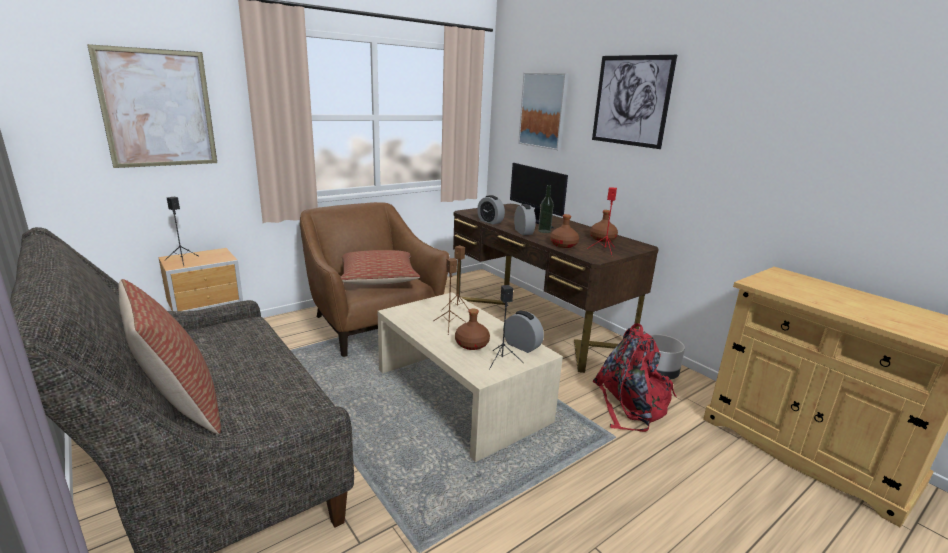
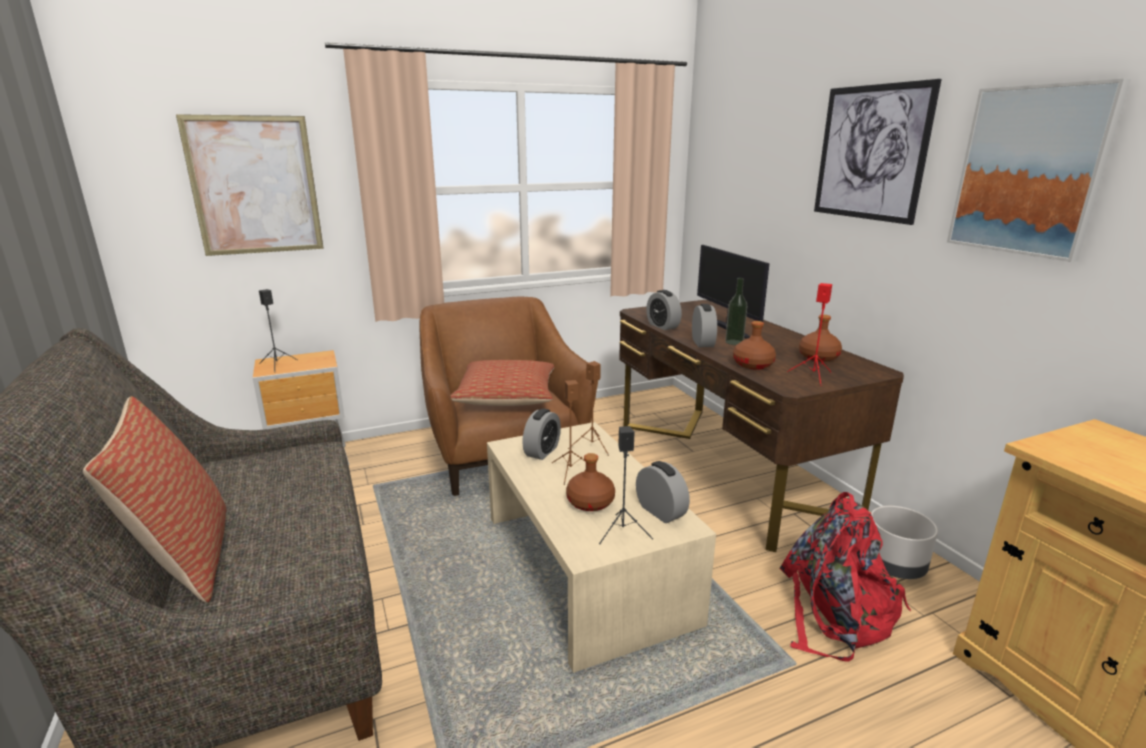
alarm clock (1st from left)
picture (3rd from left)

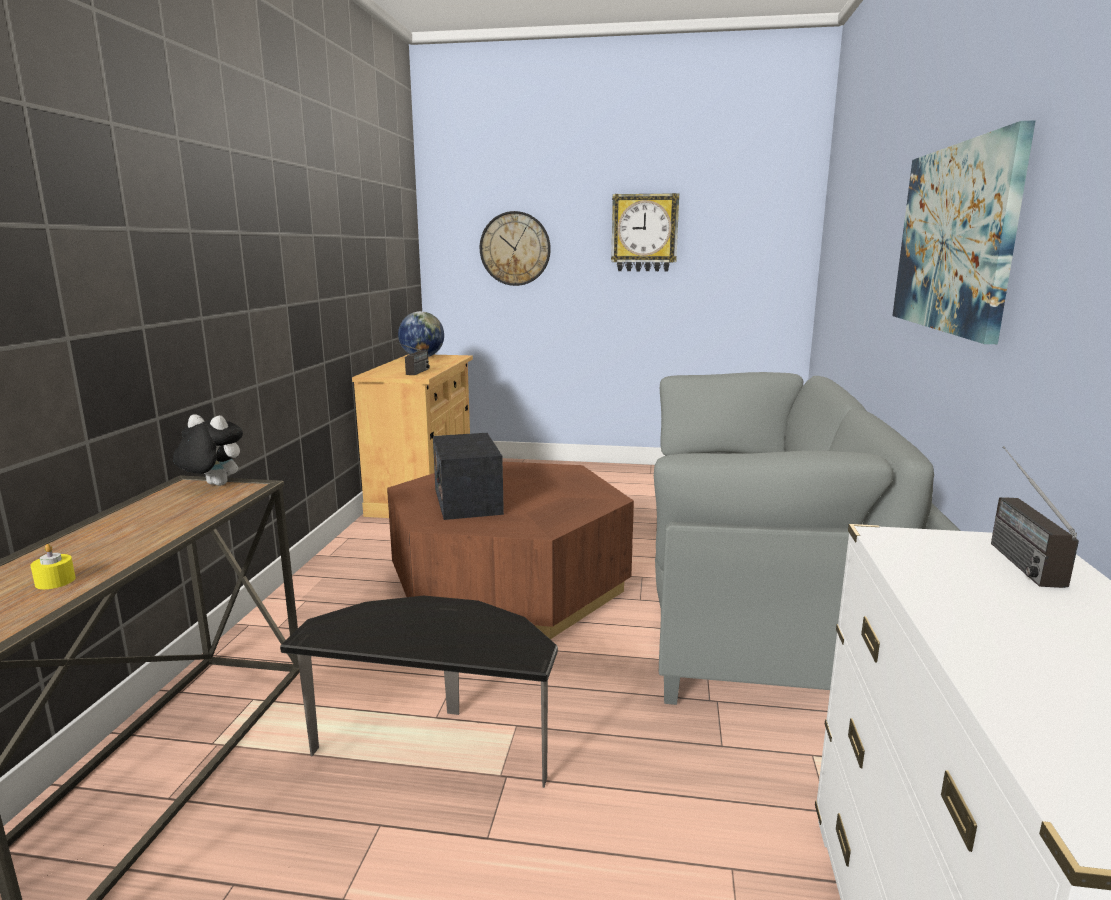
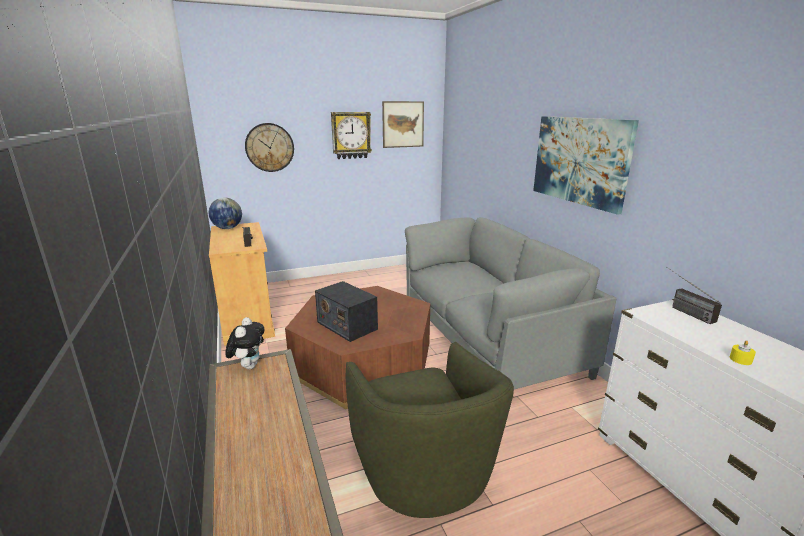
picture (1st from left)
candle (yellow)
armchair (green)
plush toy

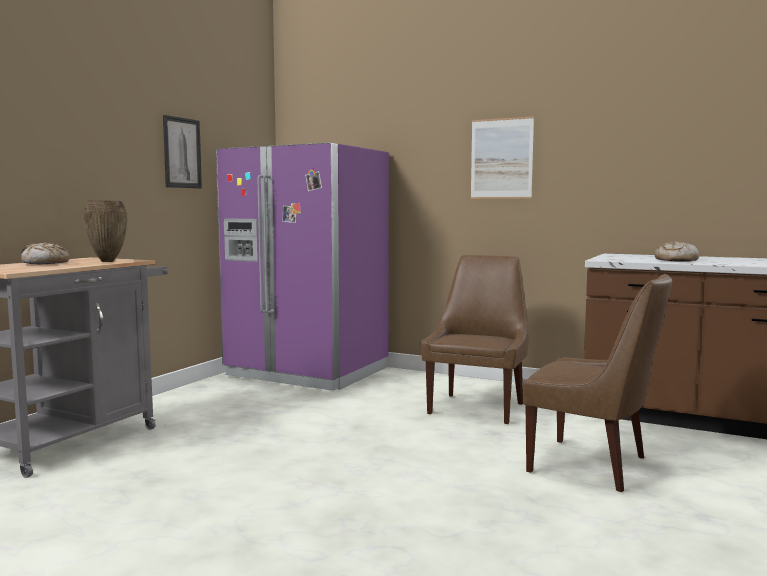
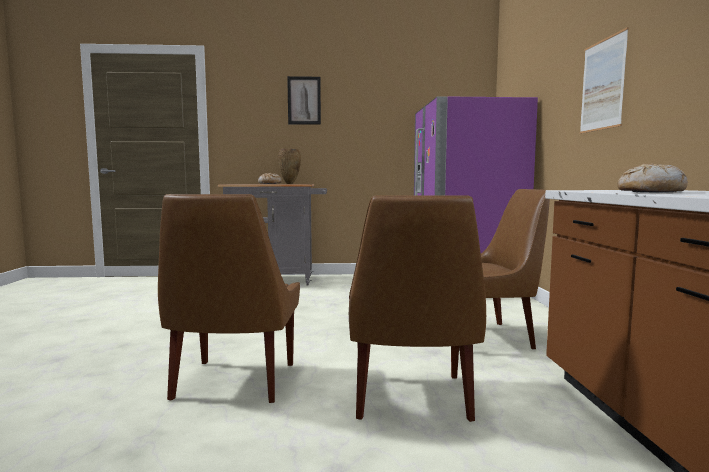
chair (brown) (1st from left)
picture (1st from left)

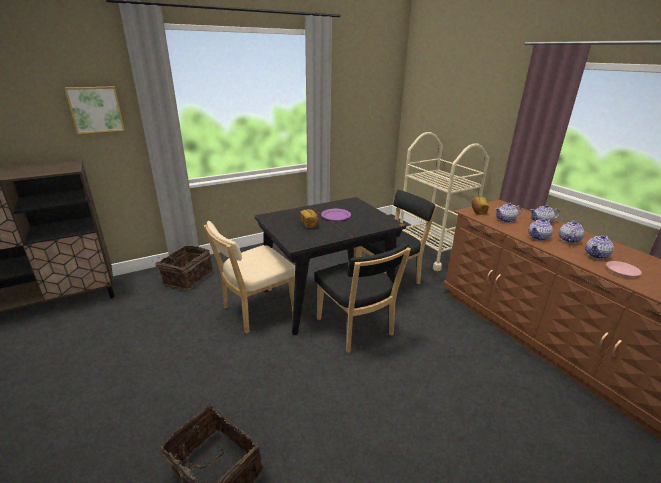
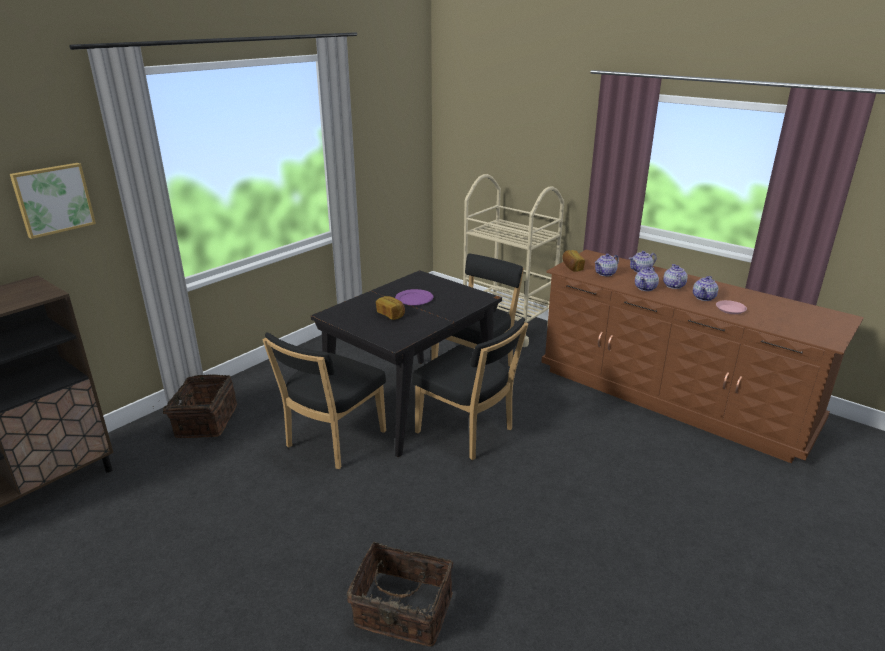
chair (black) (1st from left)

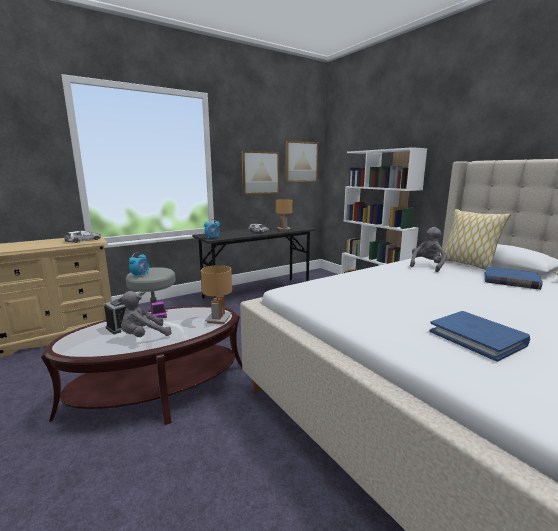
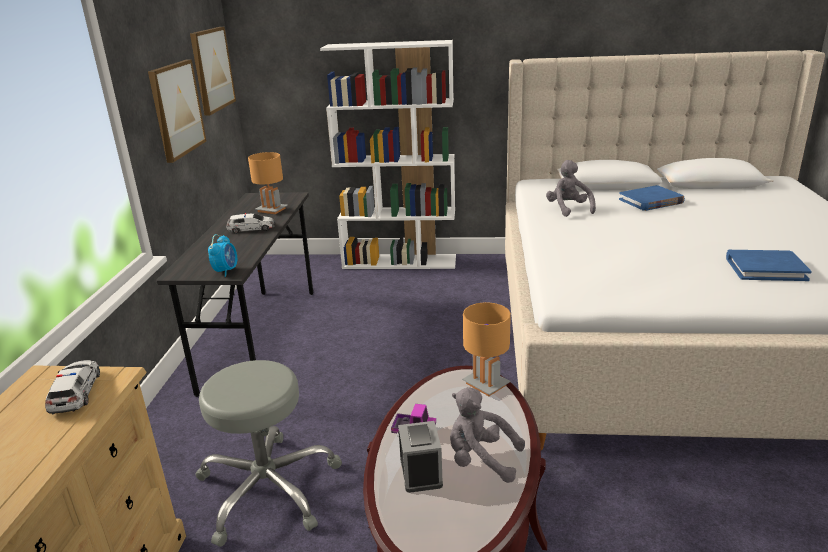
alarm clock (2nd from left in the first image)
pillow
plush toy (grey) (1st from left)

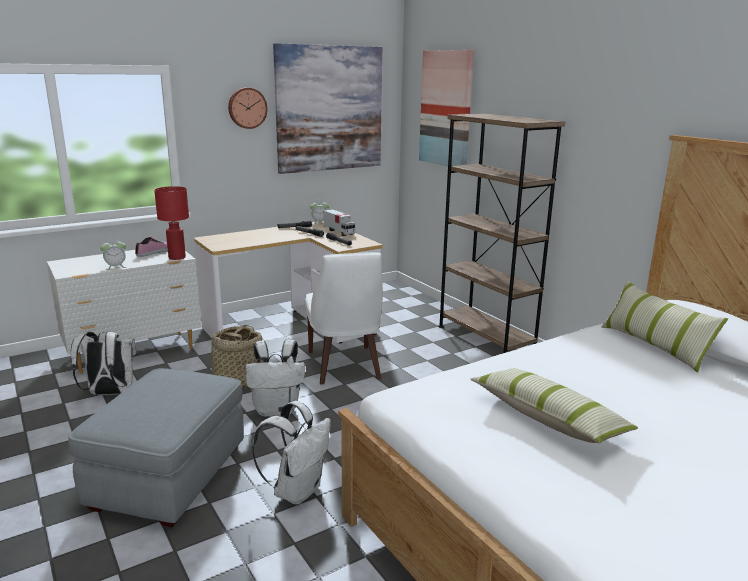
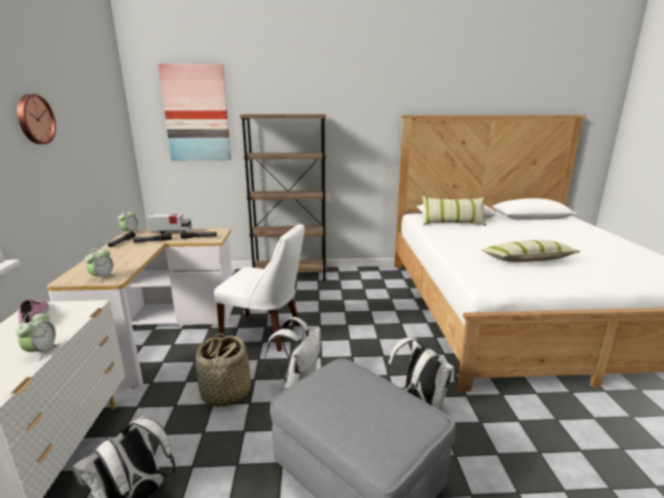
table lamp (red)
picture (1st from left in the first image)
alarm clock (2nd from left)

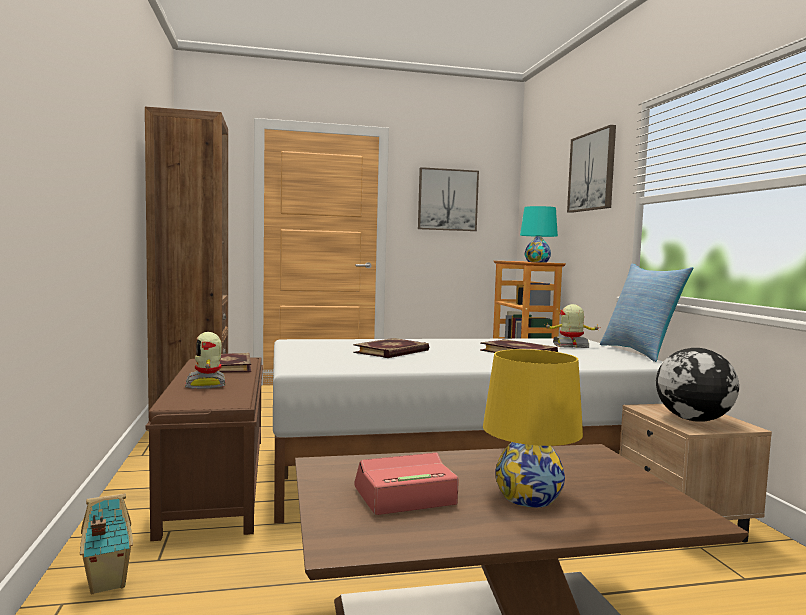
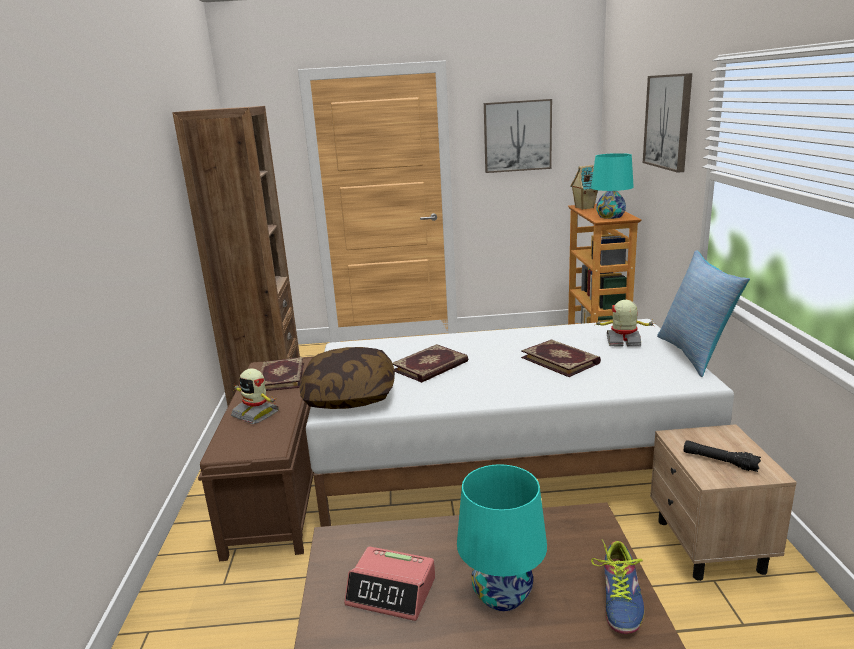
pillow (1st from left)
shoe
toy house
flashlight (black)
table lamp (turquoise) (1st from left)
toy robot (1st from left)
alarm clock

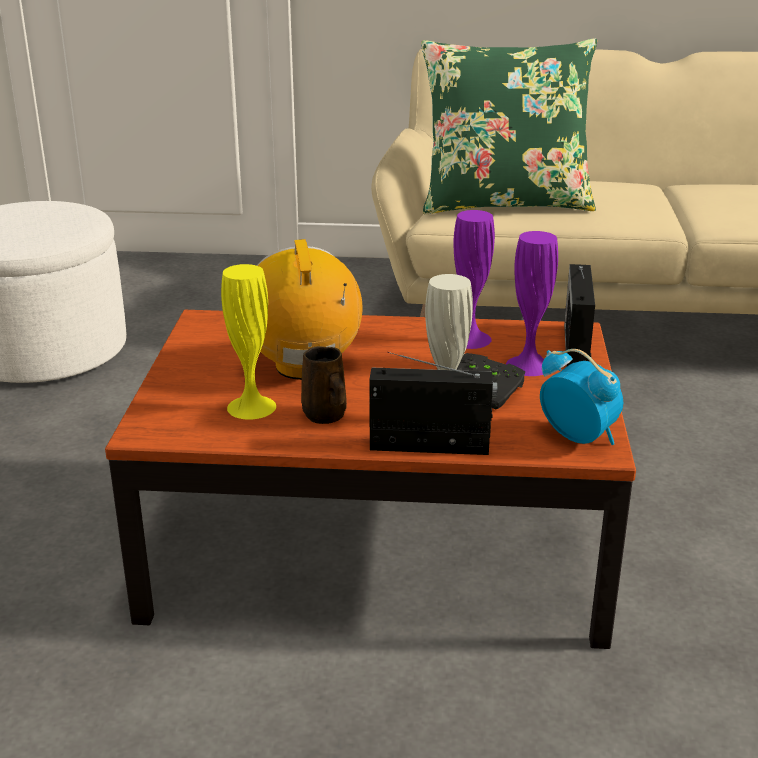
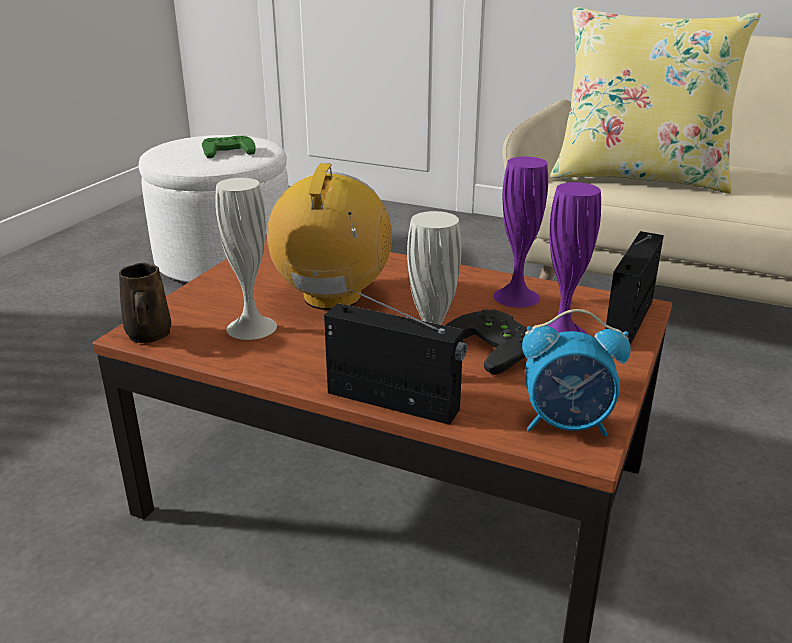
game controller (green)
mug (brown)
vase (white) (1st from left)
pillow (yellow)
alarm clock

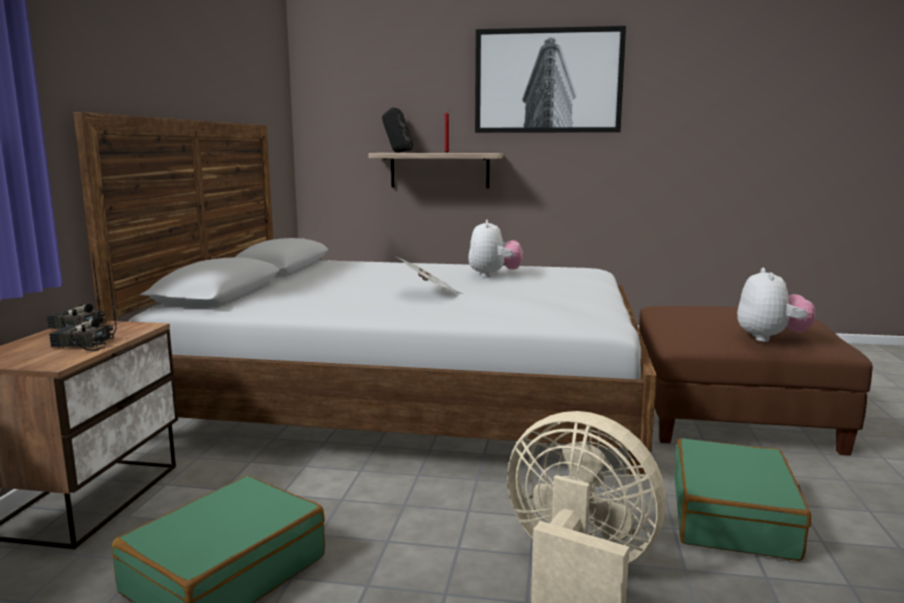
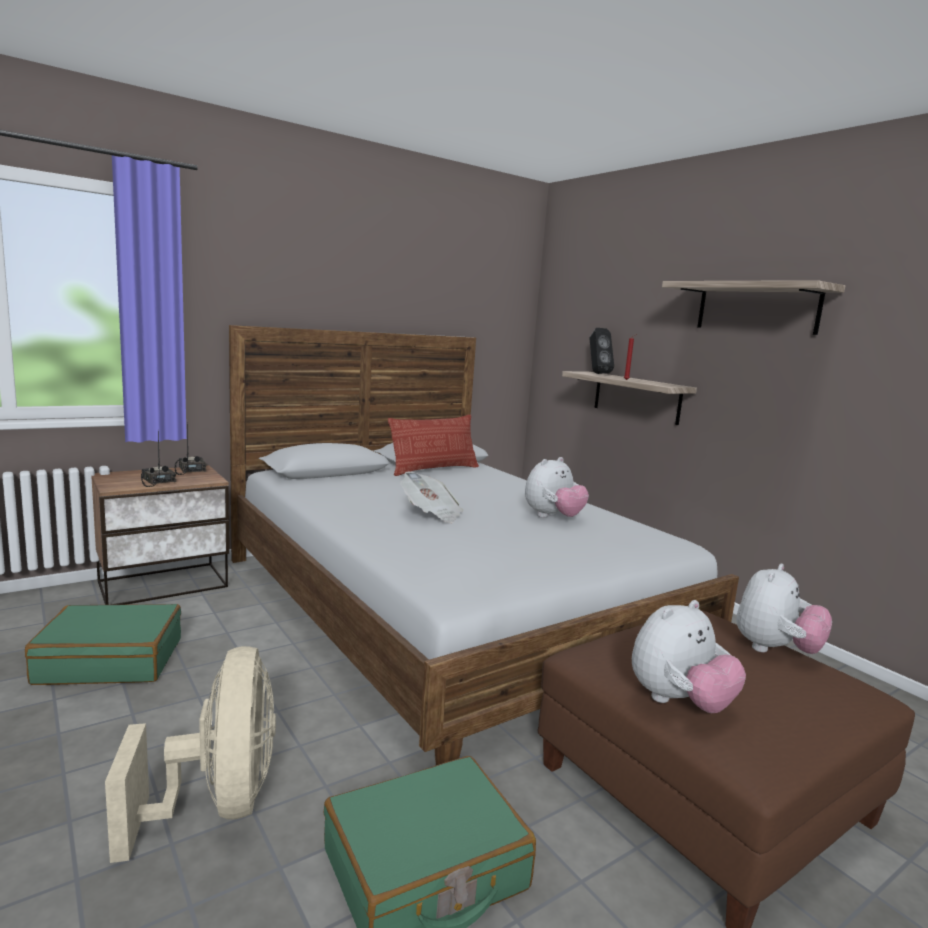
pillow
plush toy (3rd from left)
shelf (2nd from left)

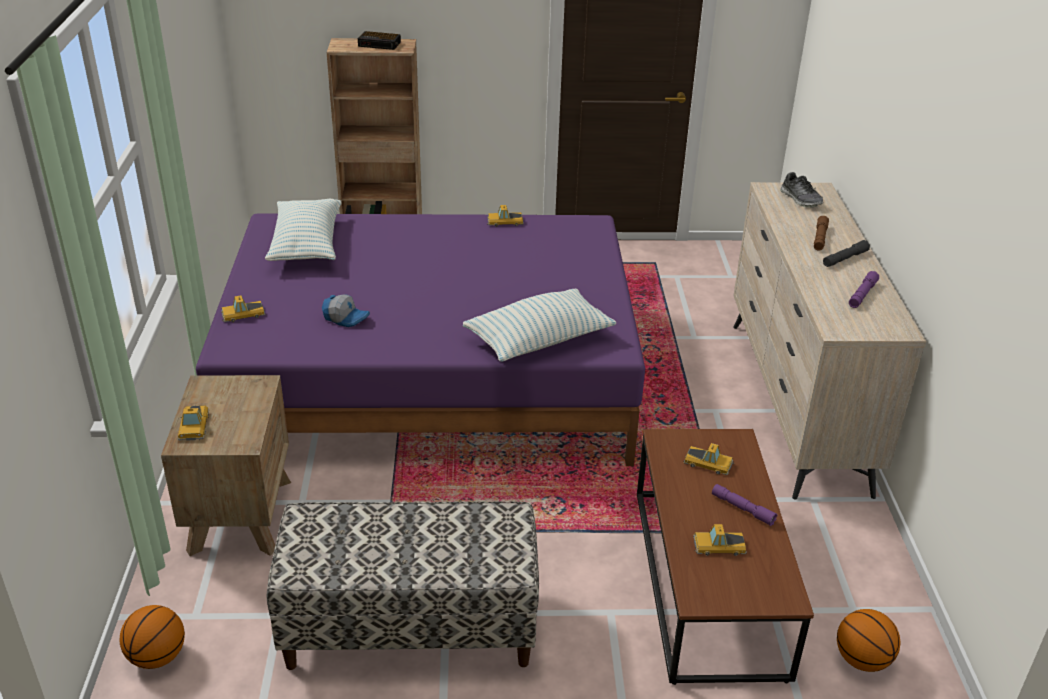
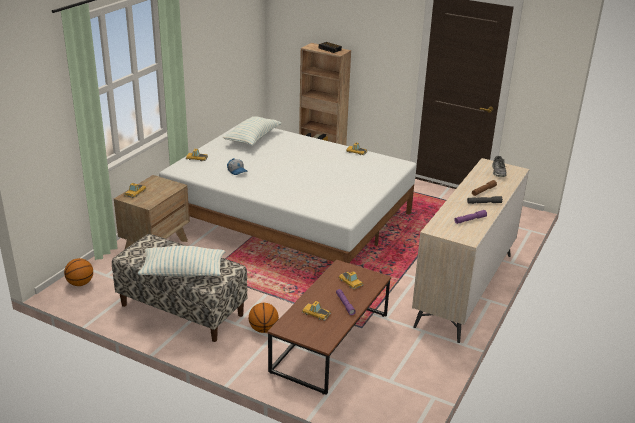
pillow (1st from left)
basketball (2nd from left)
bed (white)

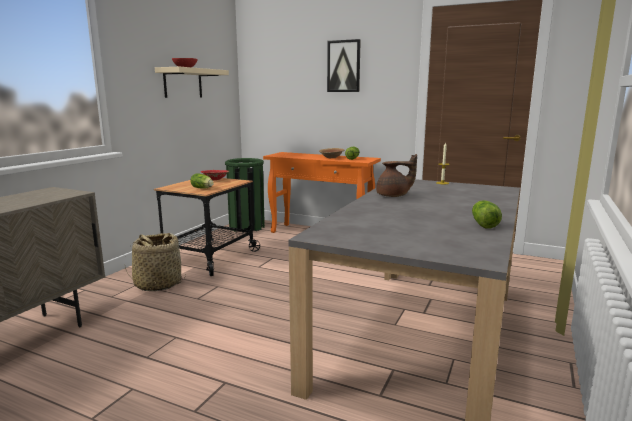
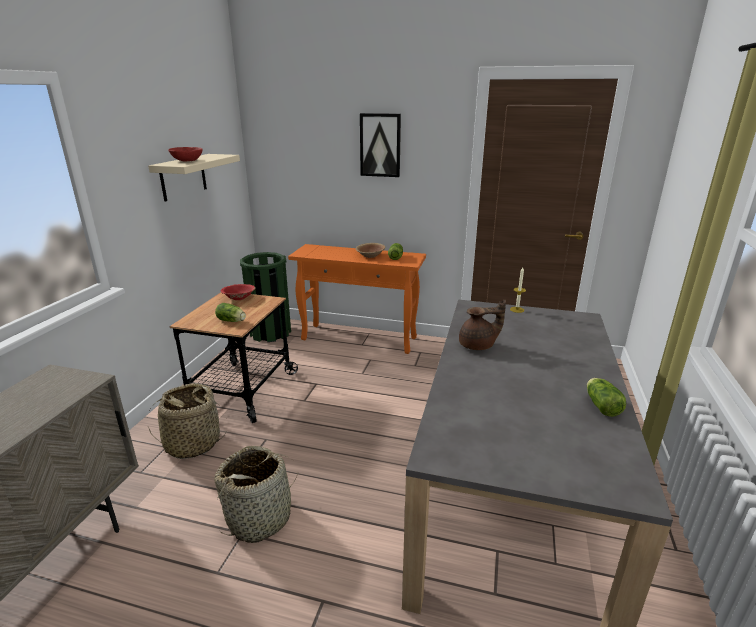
basket (2nd from left)

